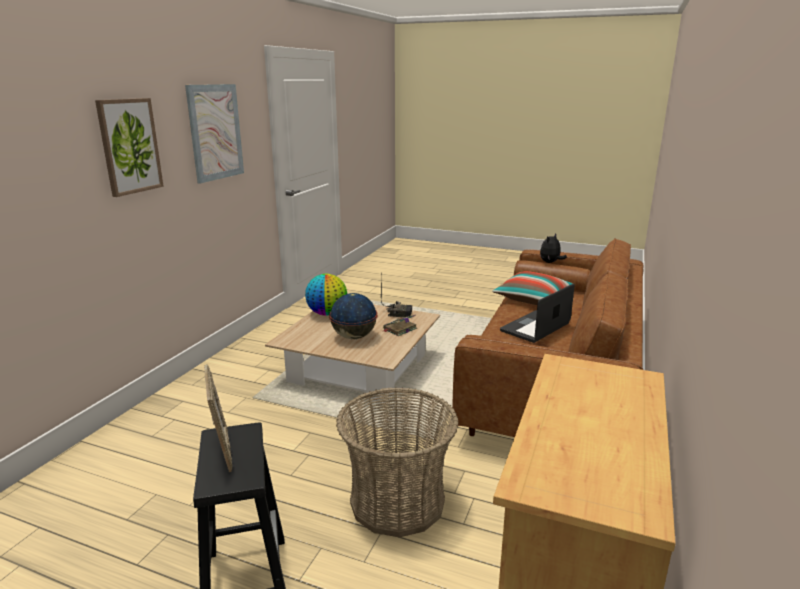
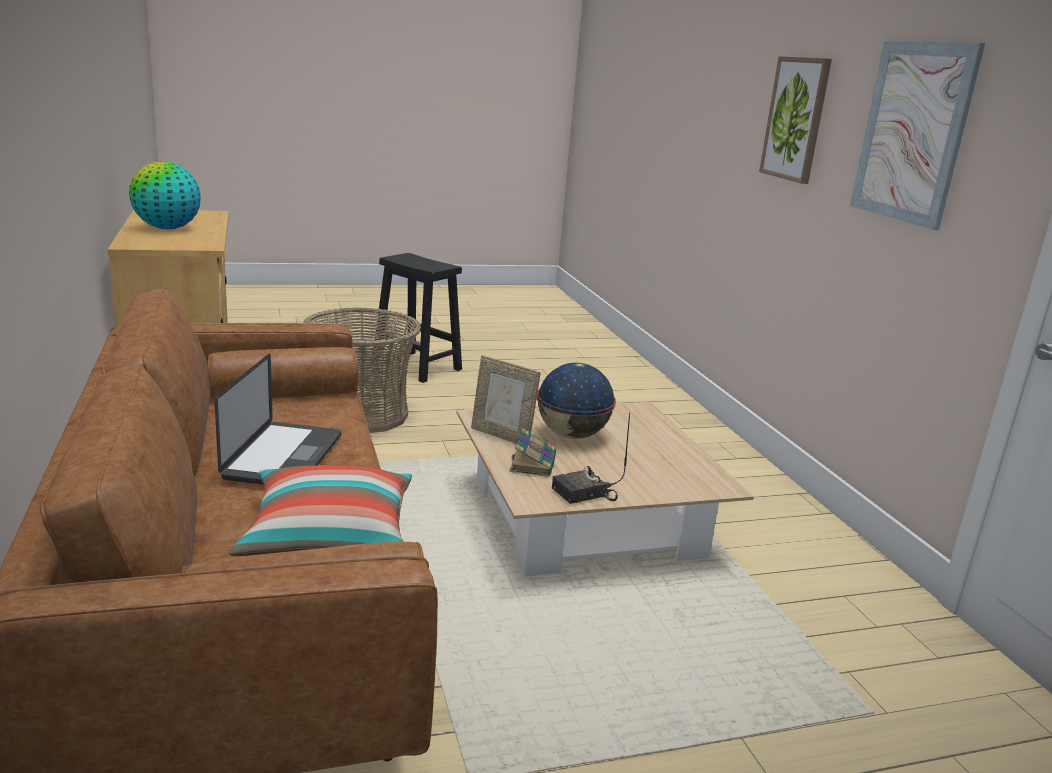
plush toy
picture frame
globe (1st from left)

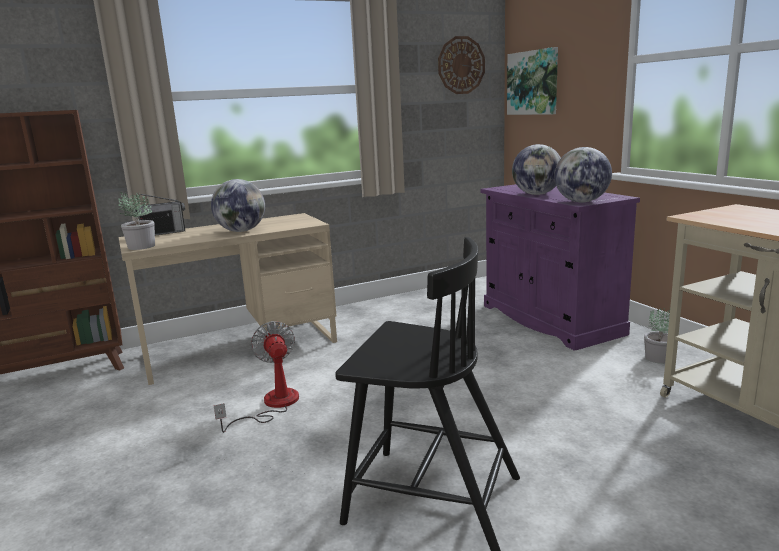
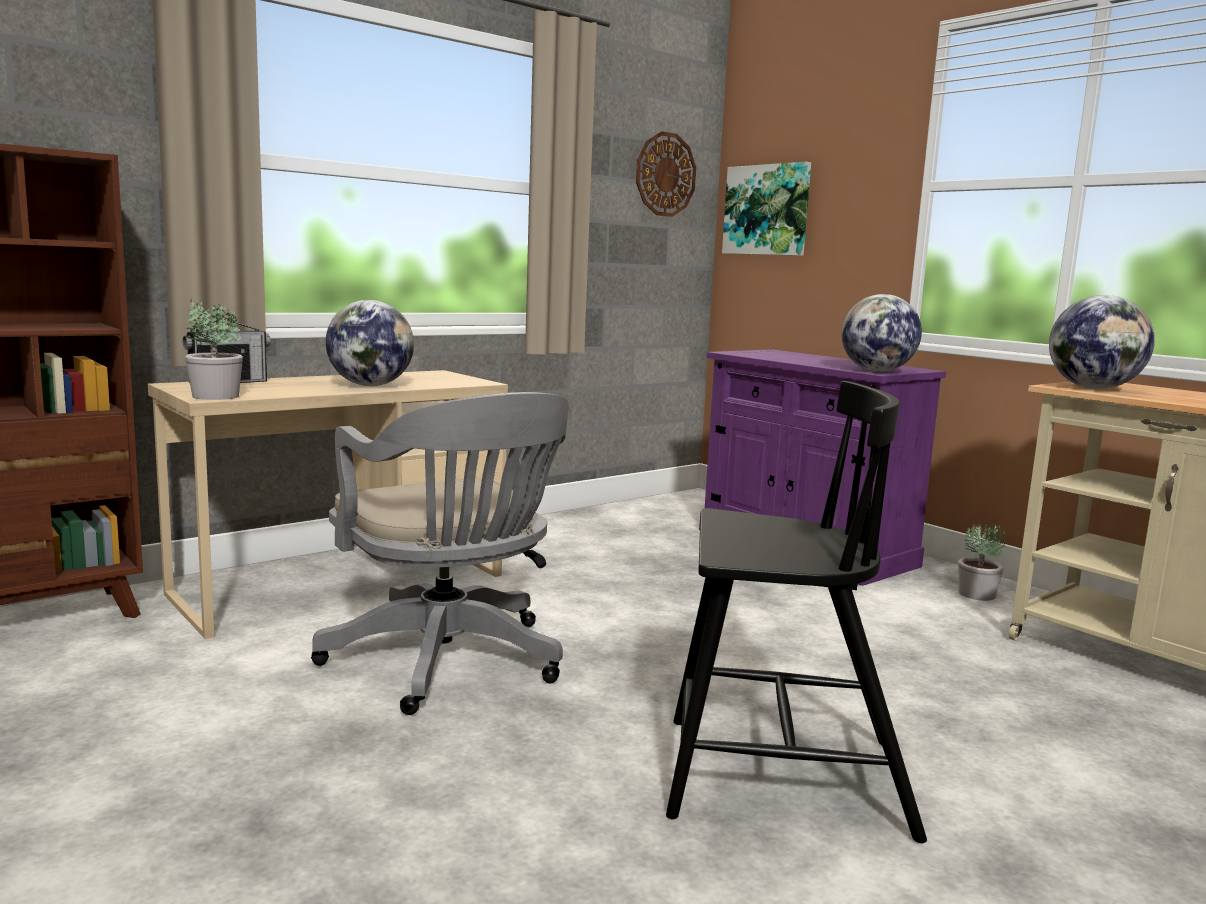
globe (3rd from left)
office chair (grey)

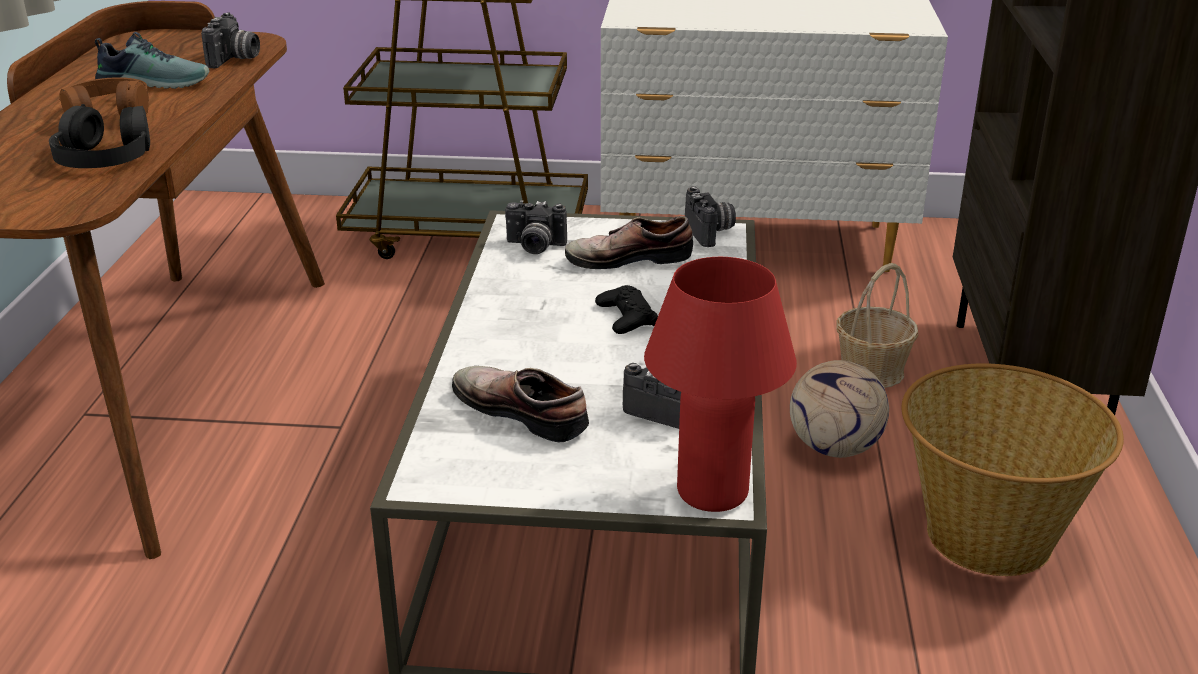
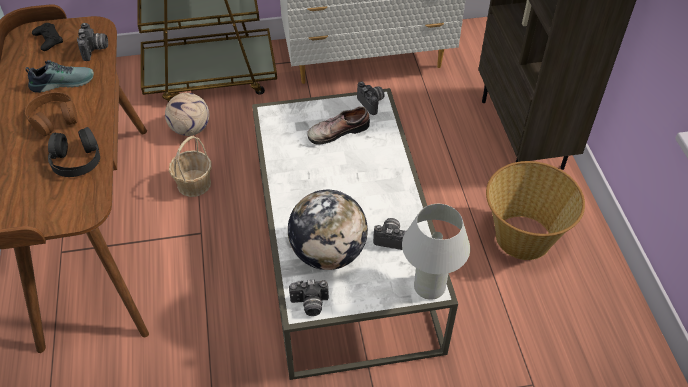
photo camera (2nd from left)
game controller (black)
football
basket (1st from left)
globe
table lamp (white)

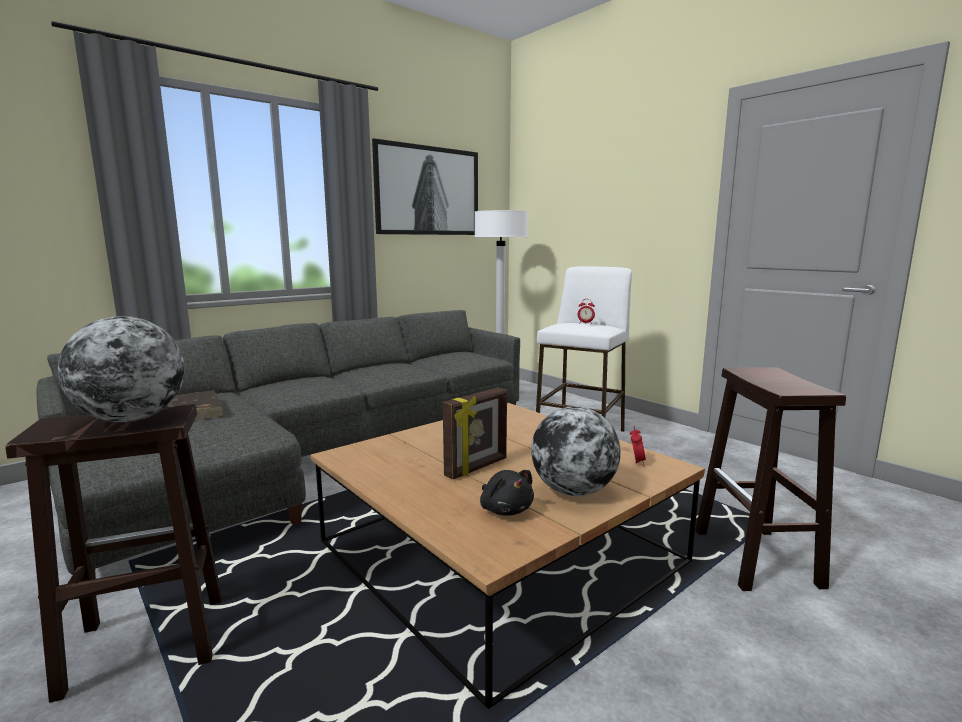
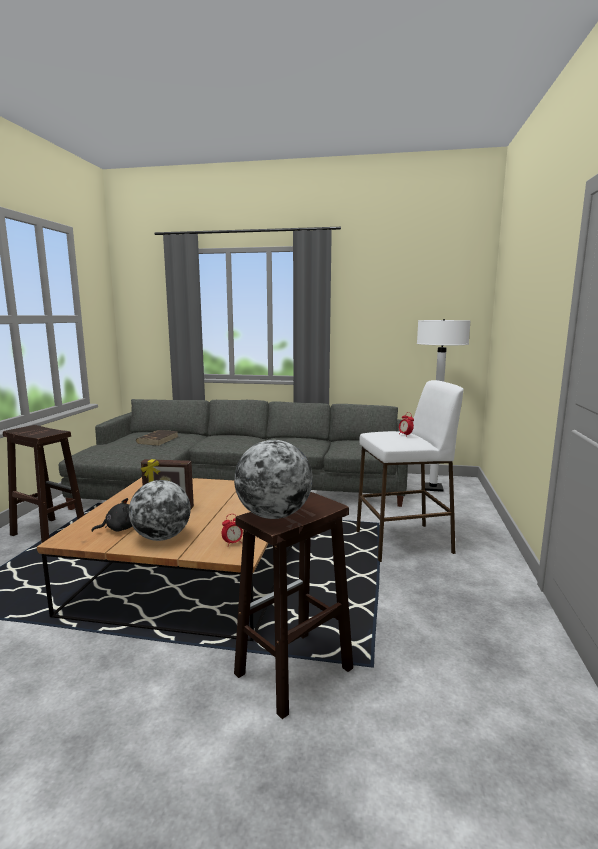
picture
globe (2nd from left)
plush toy (black)

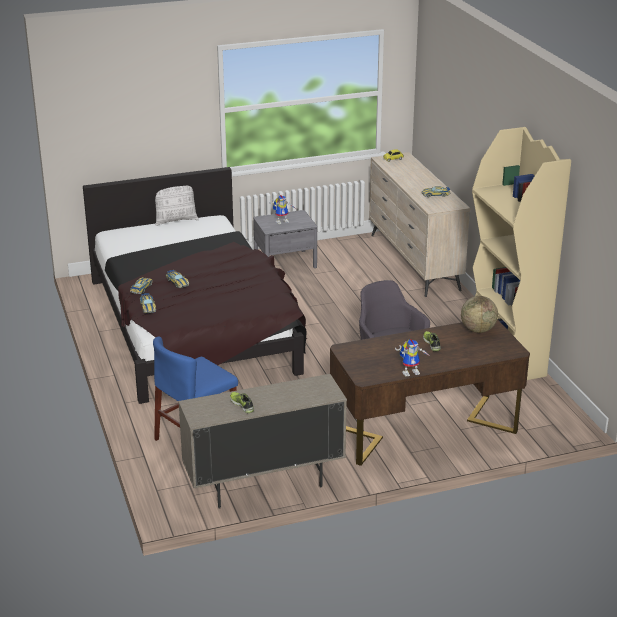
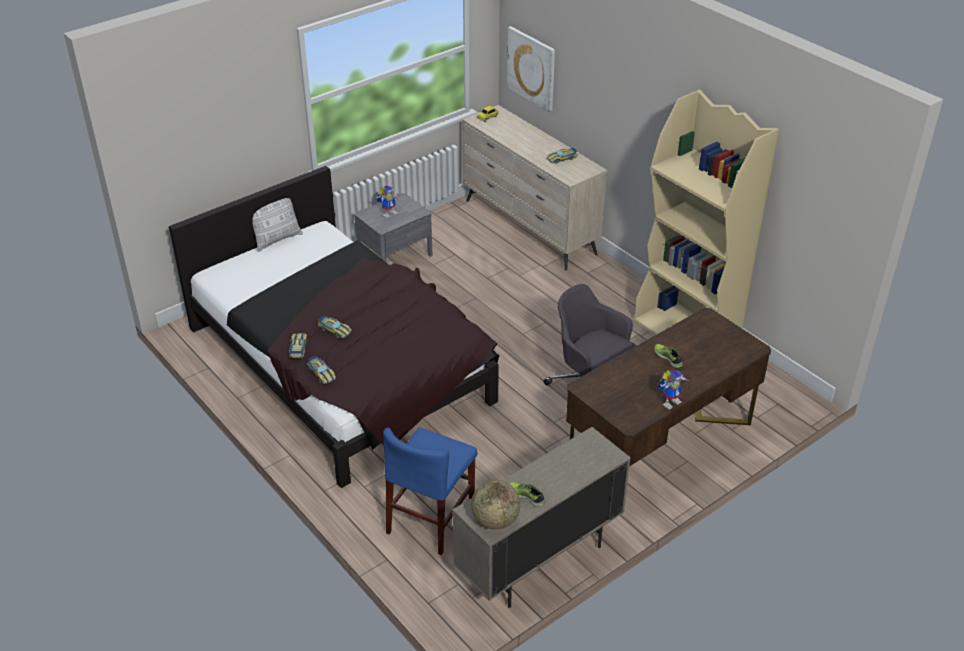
picture
globe

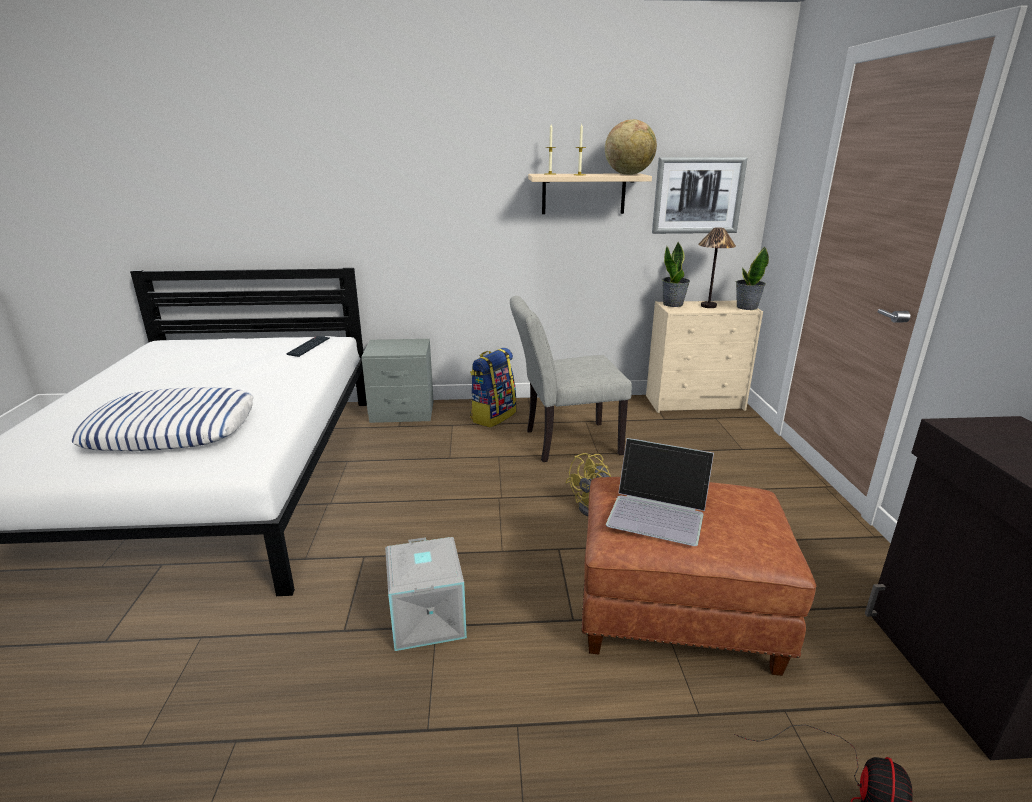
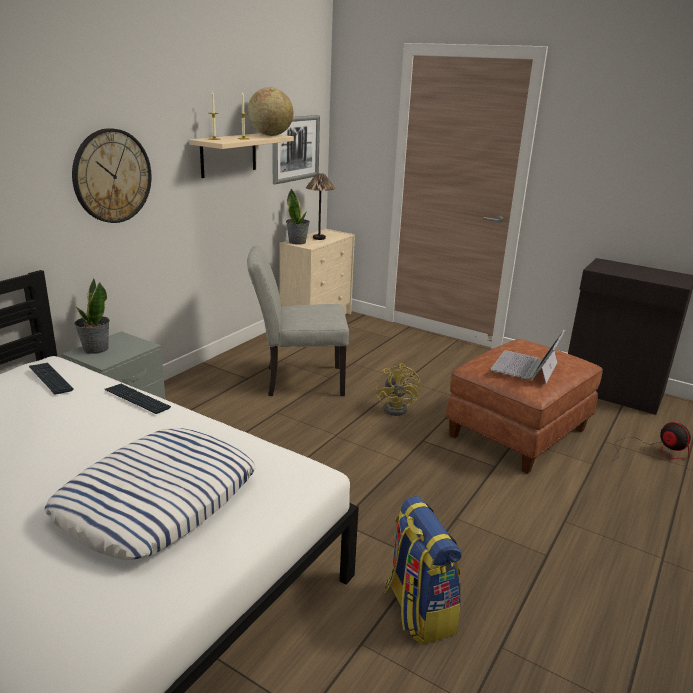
storage box (grey)
wall clock
keyboard (2nd from left)
backpack
potted plant (1st from left)
chair (grey)
laptop

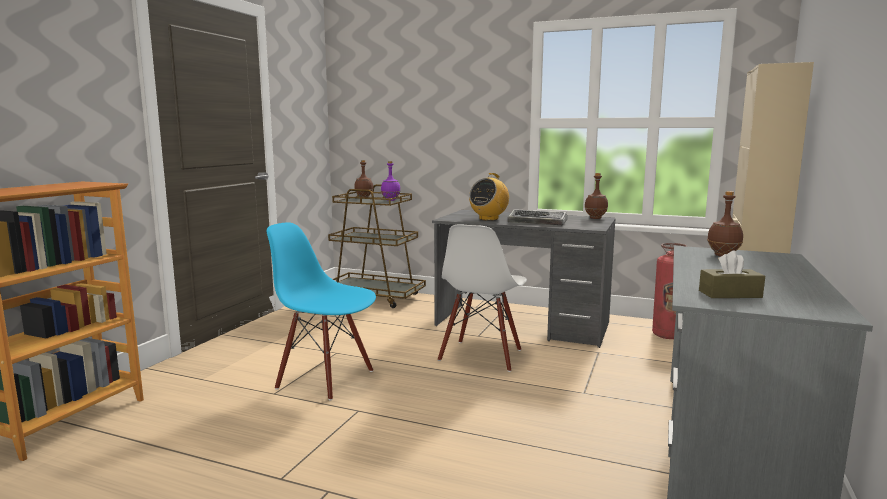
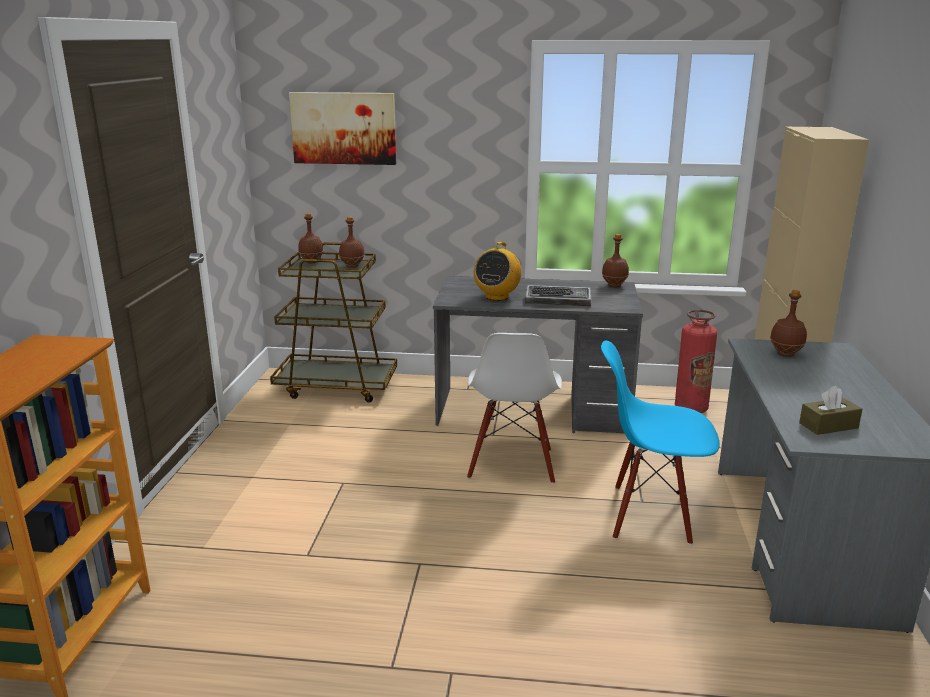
picture
chair (blue)
bottle (brown) (2nd from left)

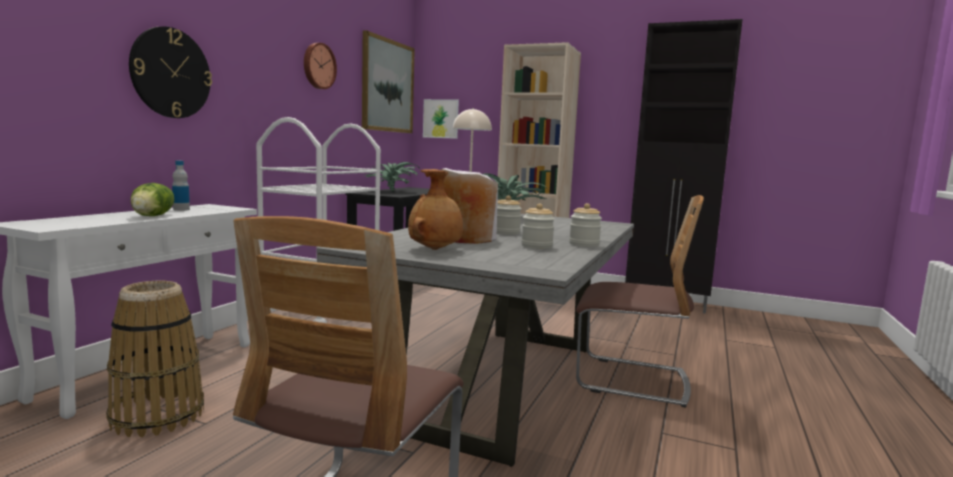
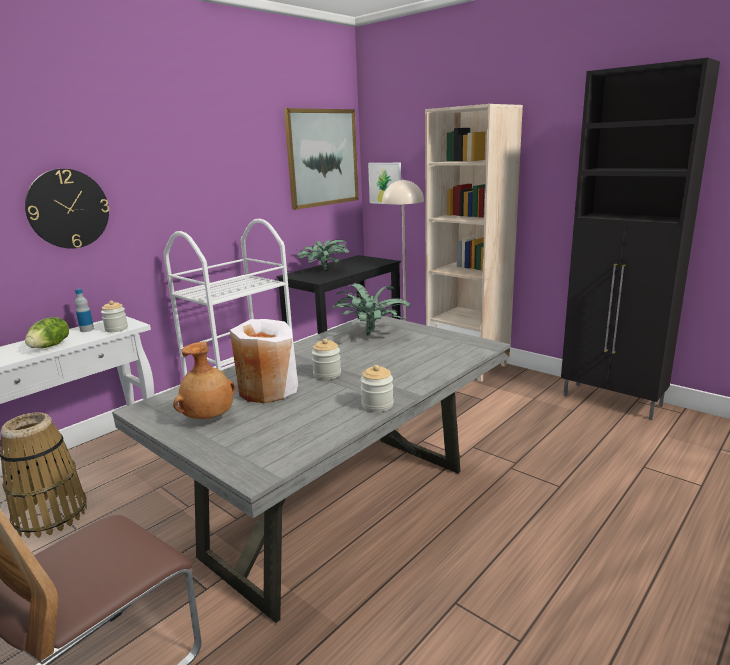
wall clock (2nd from left in the first image)
chair (2nd from left in the first image)
jar (1st from left)

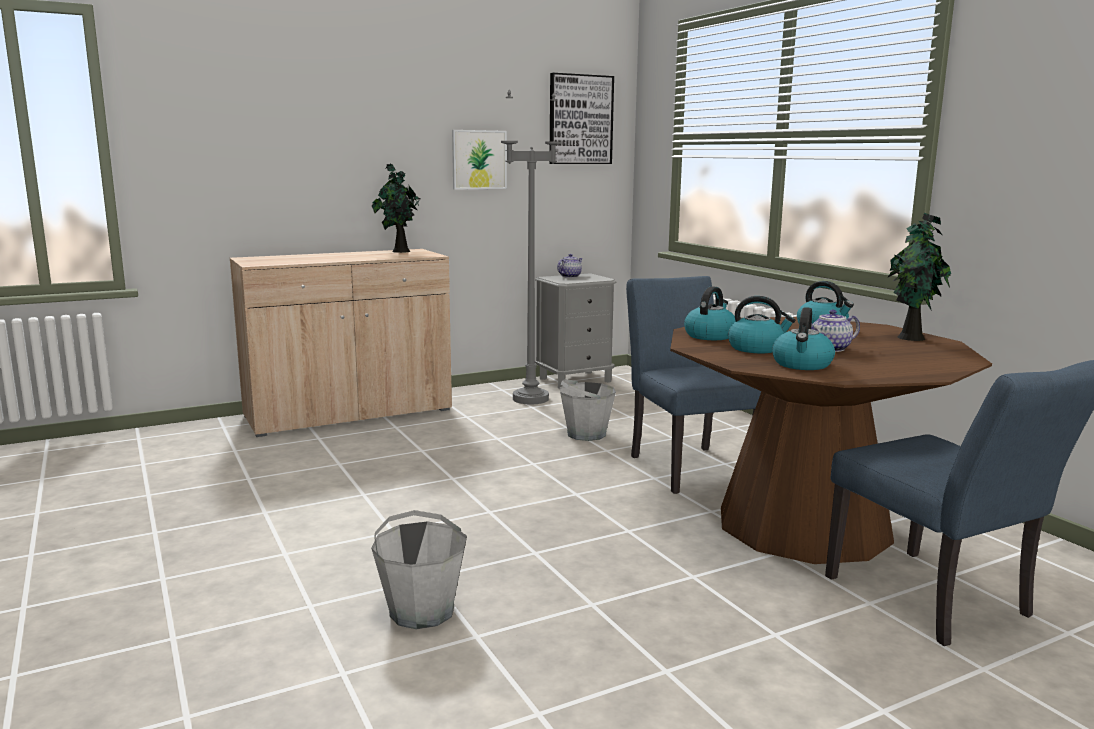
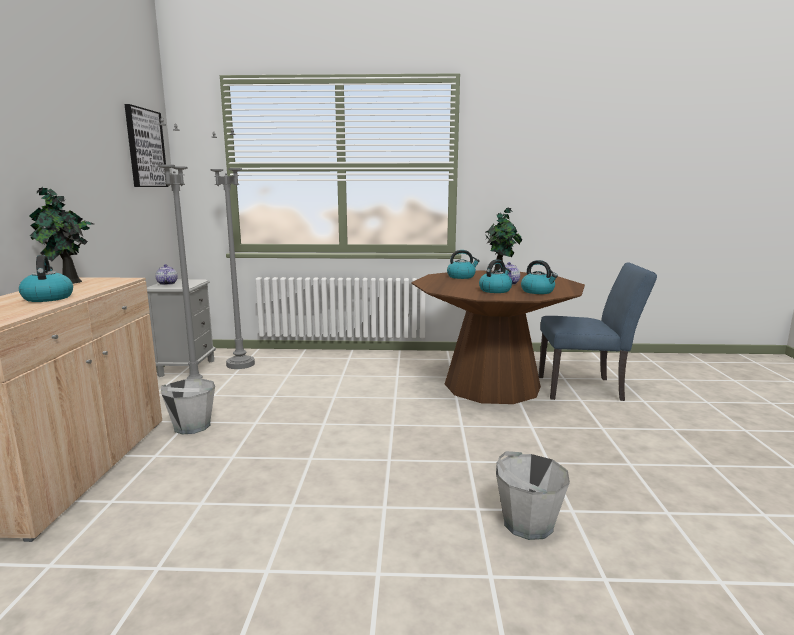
picture (1st from left in the first image)
chair (blue) (1st from left in the first image)
floor lamp (grey) (2nd from left)
bucket (grey) (1st from left)
kettle (1st from left)

